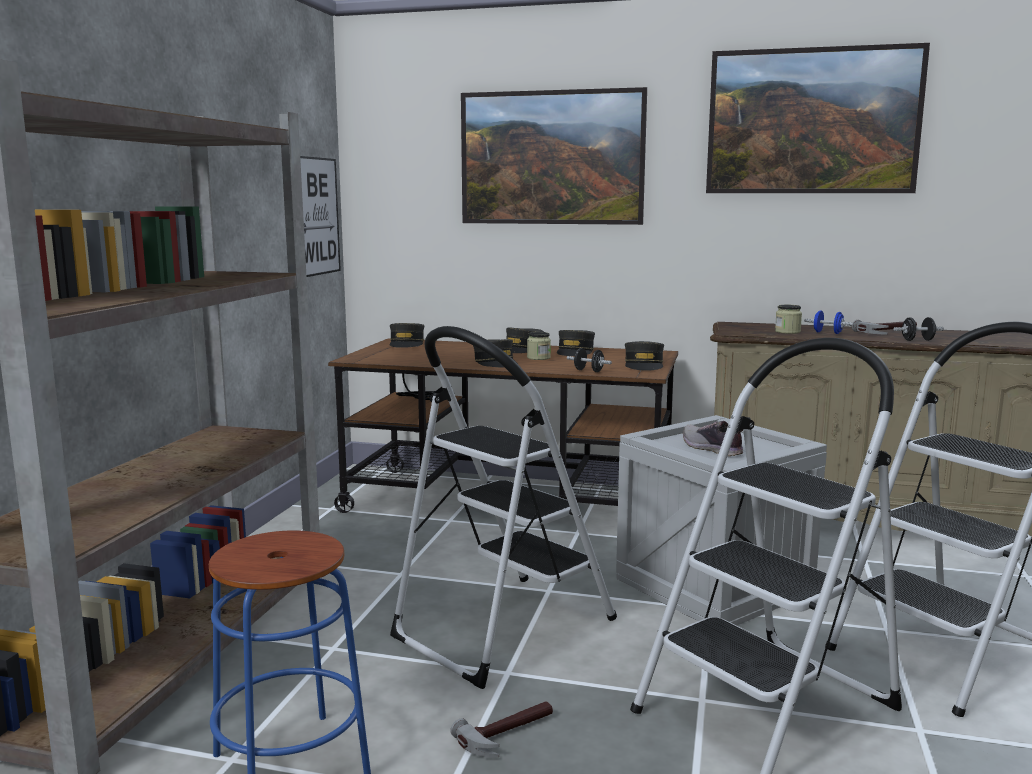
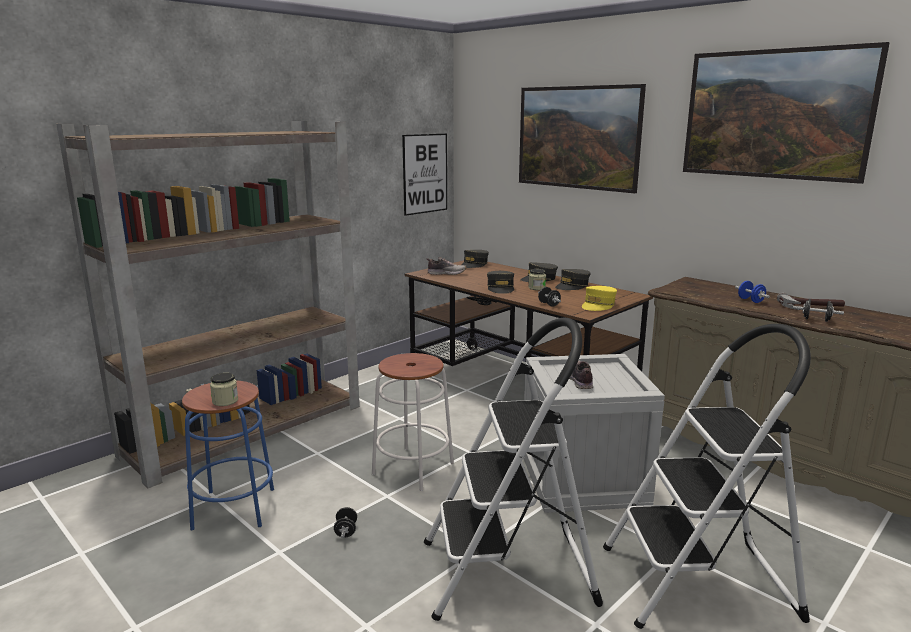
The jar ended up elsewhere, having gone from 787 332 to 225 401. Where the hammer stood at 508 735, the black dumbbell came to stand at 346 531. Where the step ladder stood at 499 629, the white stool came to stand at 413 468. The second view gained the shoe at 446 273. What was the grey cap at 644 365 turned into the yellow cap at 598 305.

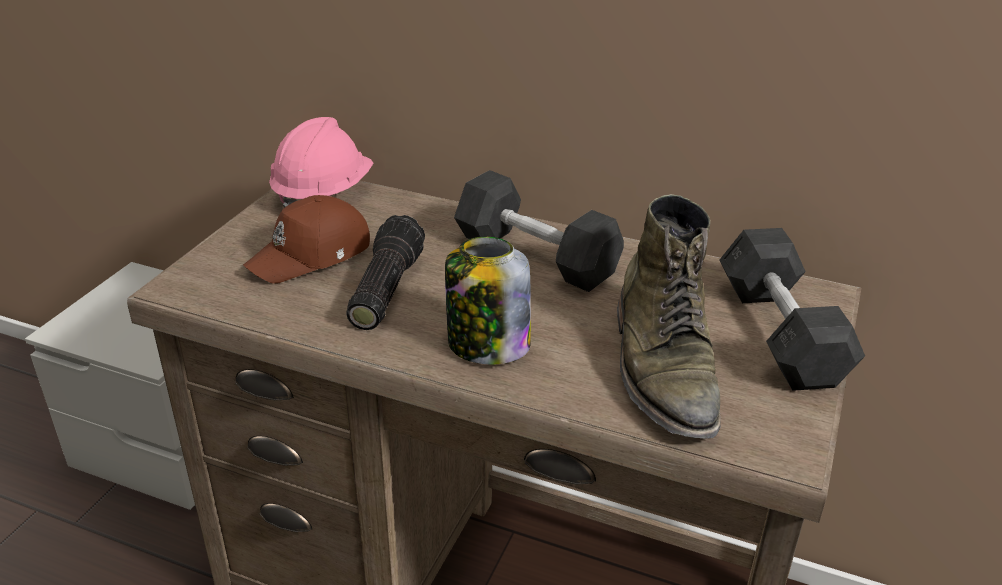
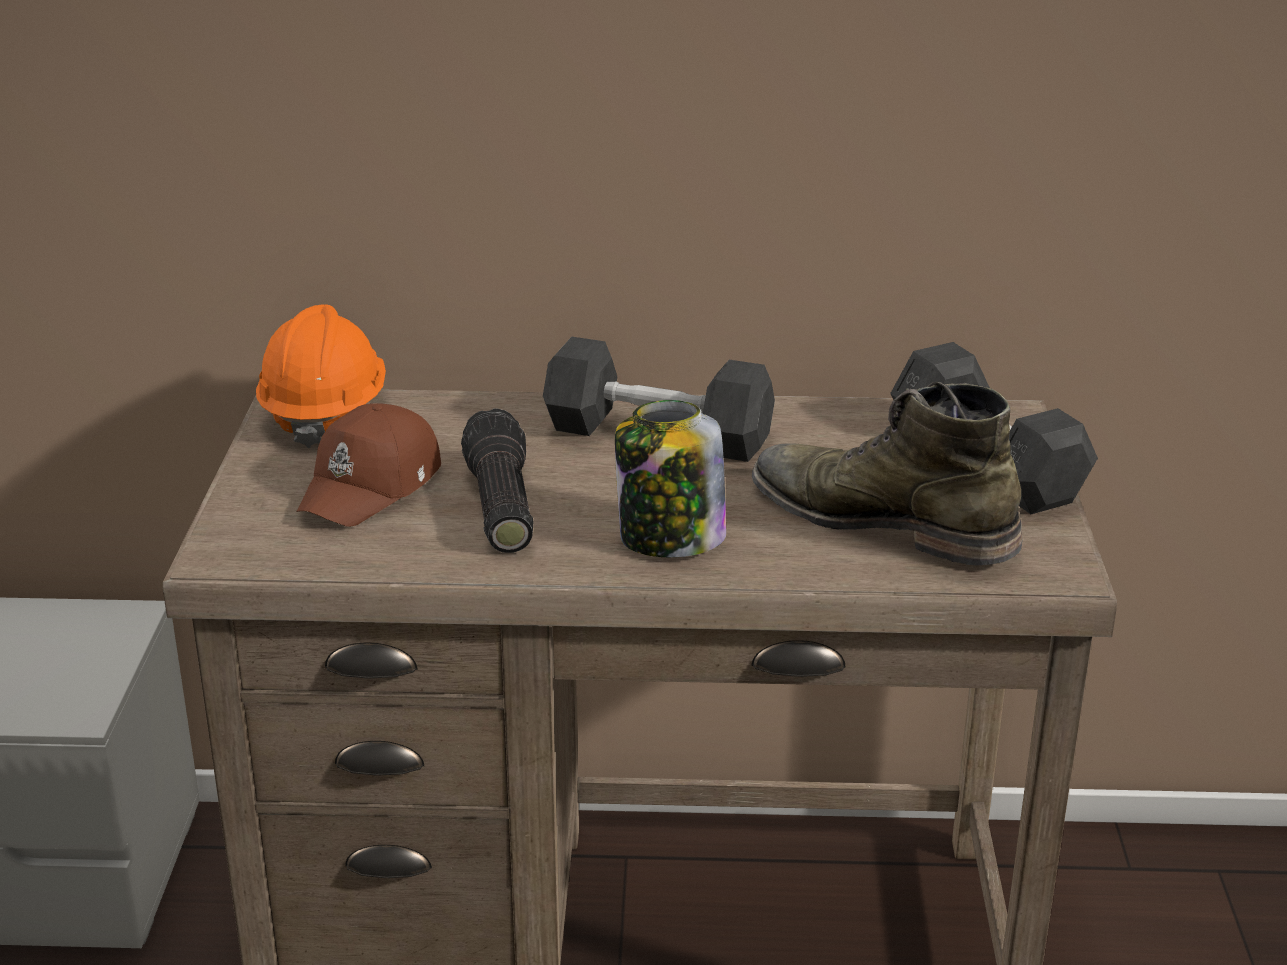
What was the pink hard hat at 323 194 turned into the orange hard hat at 324 413. The green boot at 663 366 ended up facing another way, 150 degrees clockwise from before.

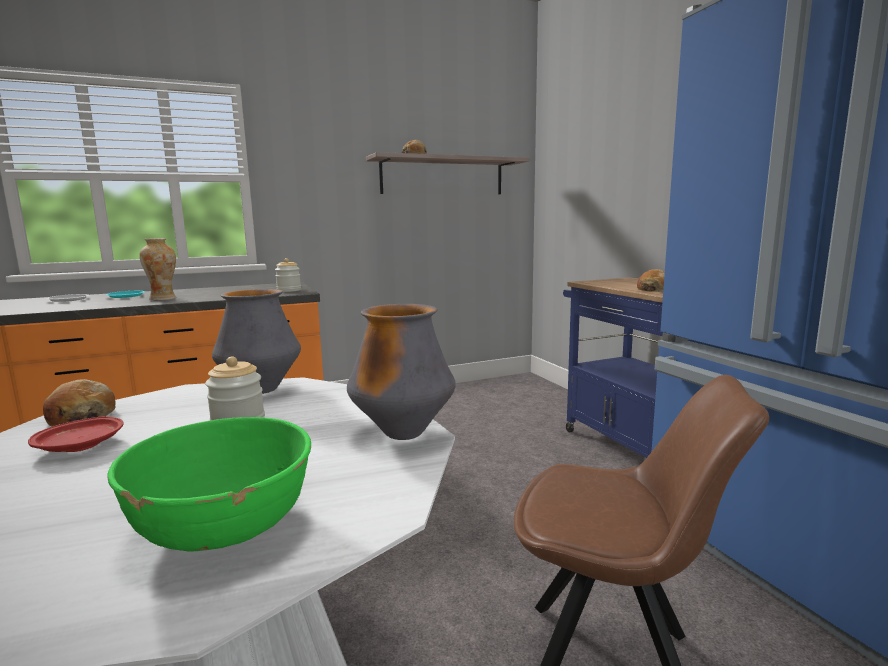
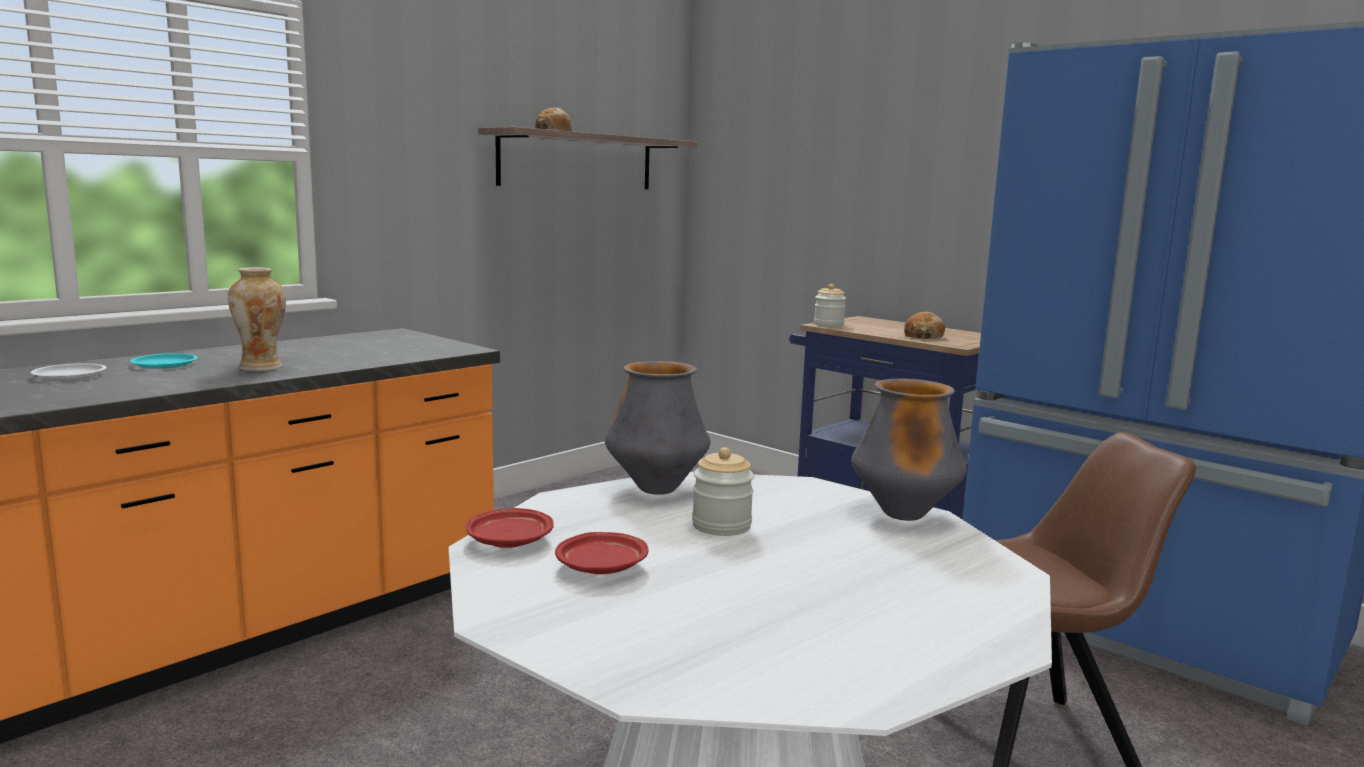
Where the bread stood at 81 416, the red plate came to stand at 509 541. The jar ended up elsewhere, having gone from 289 290 to 828 325. The second view lost the green bowl at 225 527.

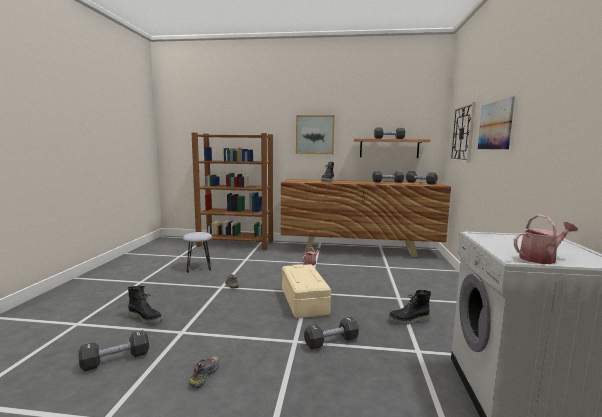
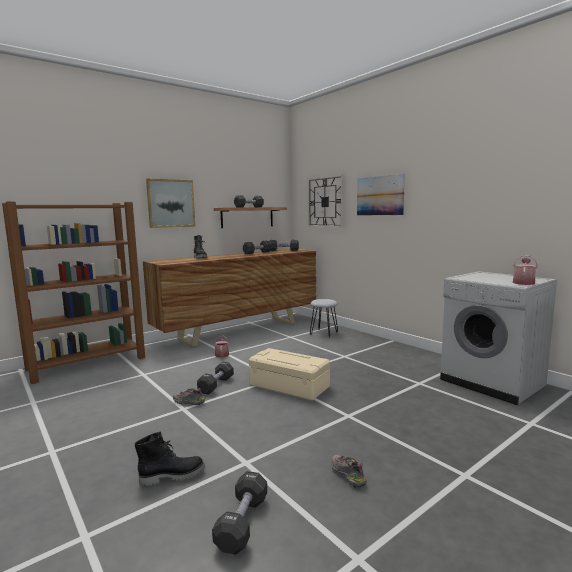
The black dumbbell ended up elsewhere, having gone from 331 341 to 216 385. The grey stool ended up elsewhere, having gone from 198 268 to 324 333. The second view lost the black boot at 409 321.

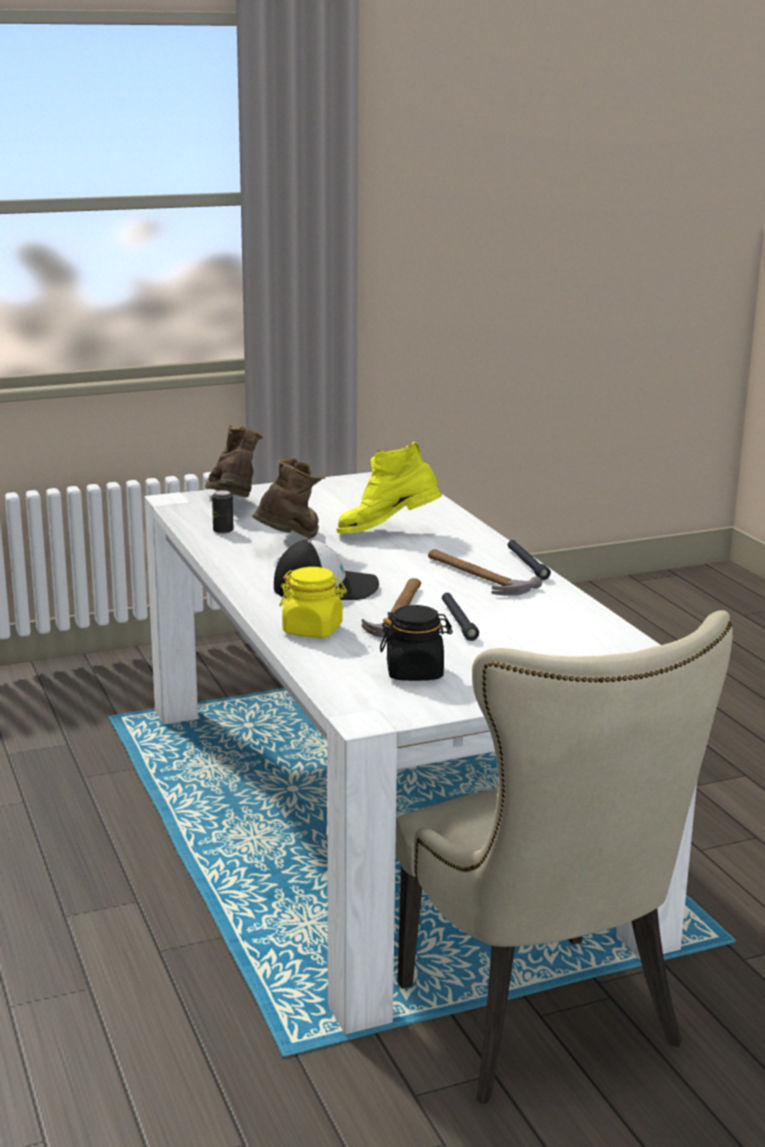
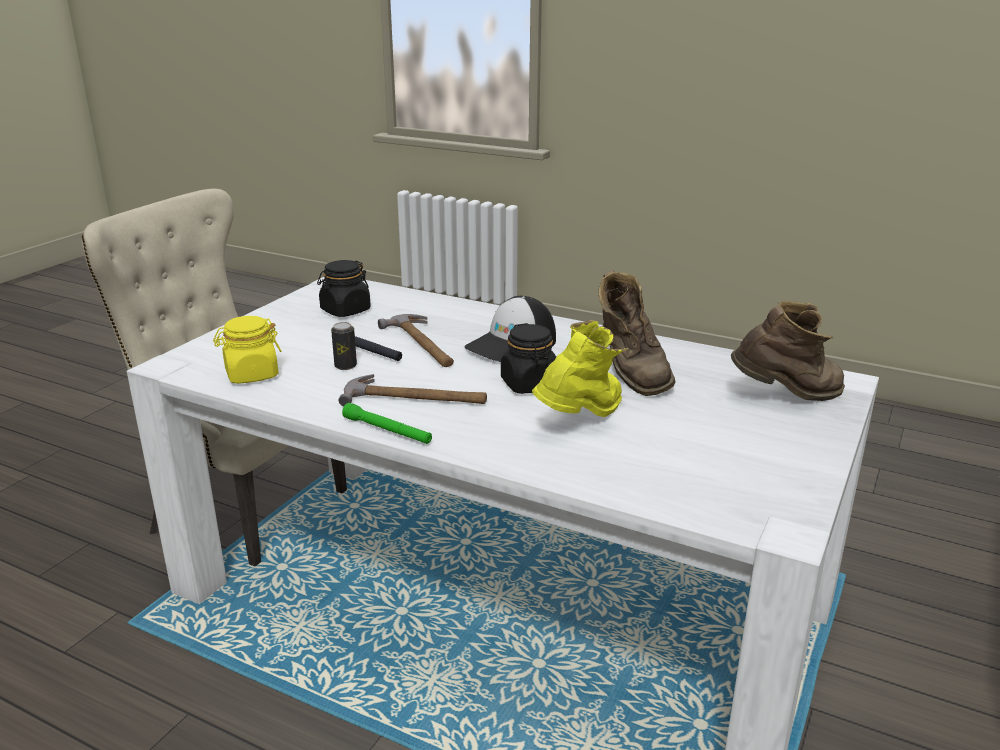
The yellow jar ended up elsewhere, having gone from 313 630 to 251 375. The can ended up elsewhere, having gone from 223 531 to 345 366. What was the black flashlight at 527 564 turned into the green flashlight at 387 431. The second view gained the black jar at 529 384. The brown boot at 233 505 ended up facing another way, 45 degrees counterclockwise from before.

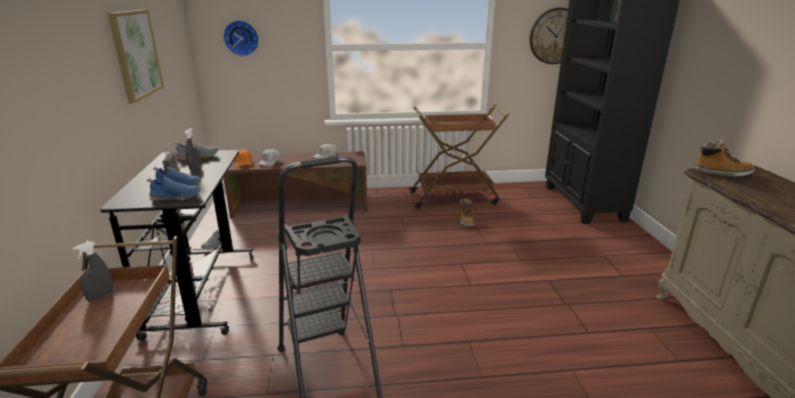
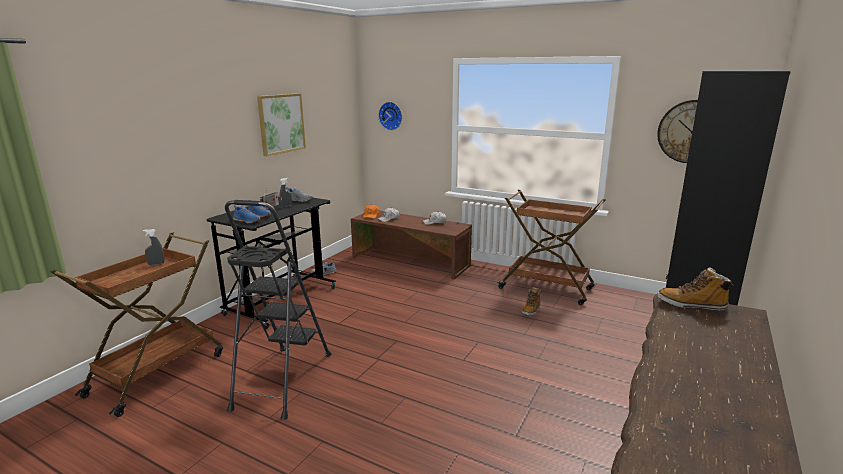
The boot at 721 173 ended up facing another way, 150 degrees clockwise from before.

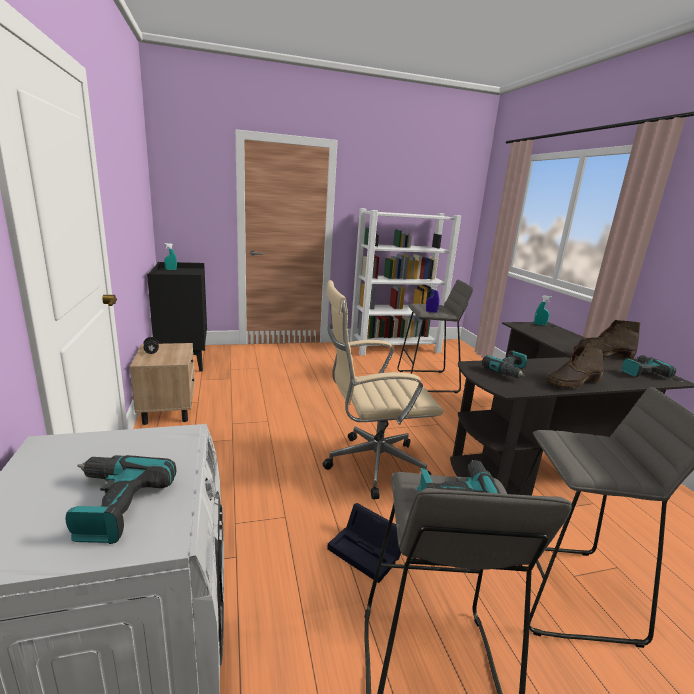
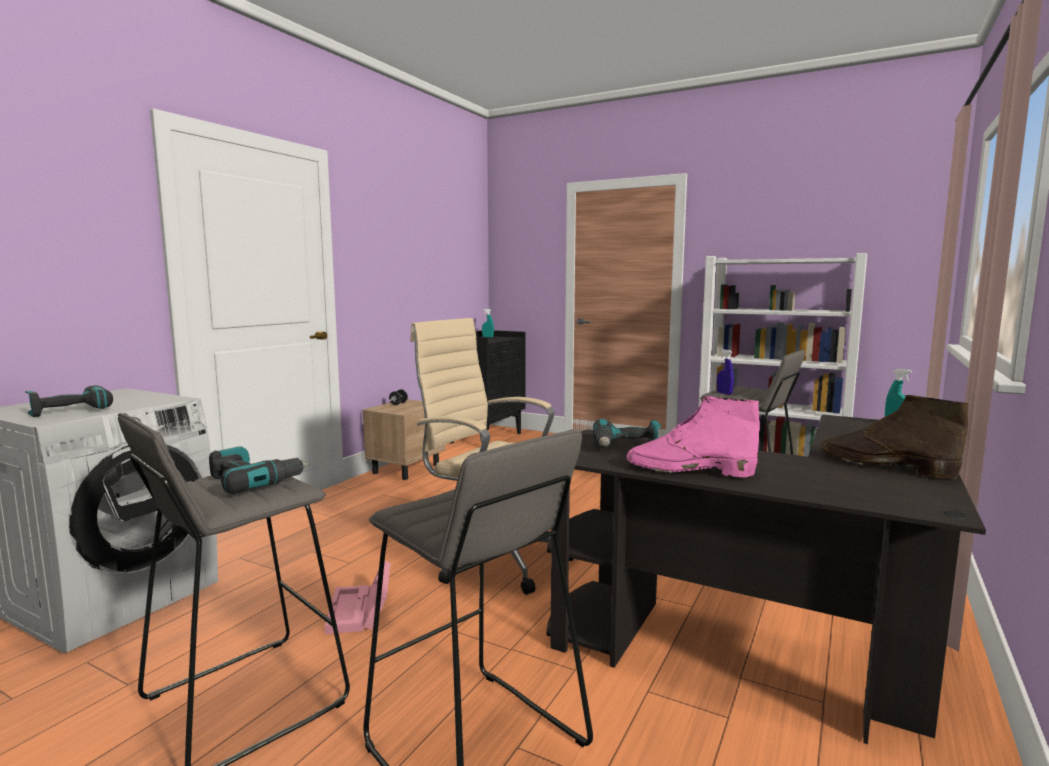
What was the black storage box at 368 551 turned into the pink storage box at 360 612. What was the brown boot at 573 382 turned into the pink boot at 688 470. The second view lost the power drill at 640 372.

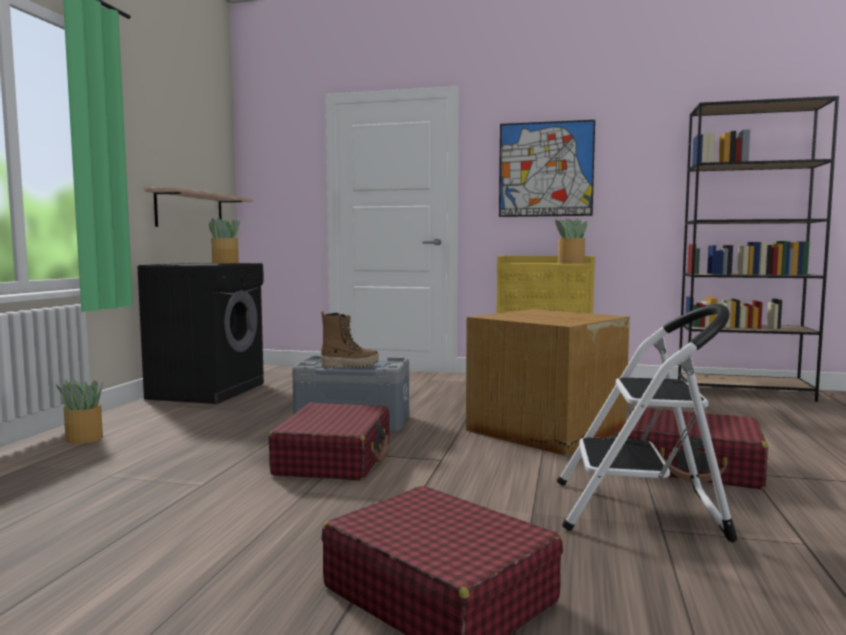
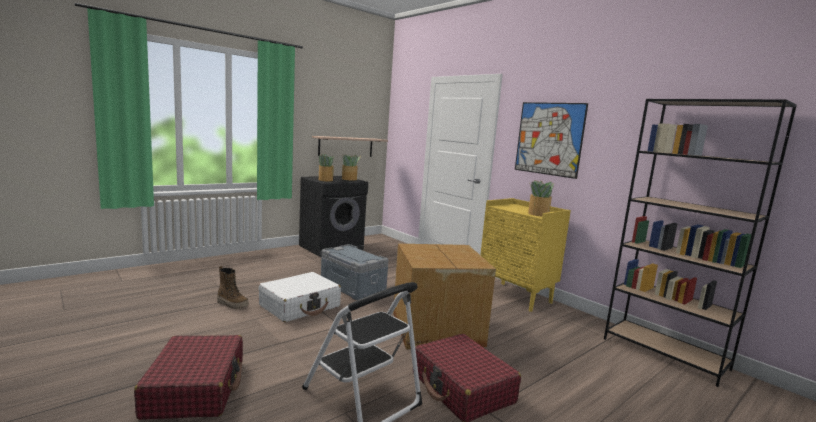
The boot ended up elsewhere, having gone from 350 366 to 232 304. What was the red suitcase at 335 459 turned into the white suitcase at 300 306. The potted plant ended up elsewhere, having gone from 84 439 to 325 180.

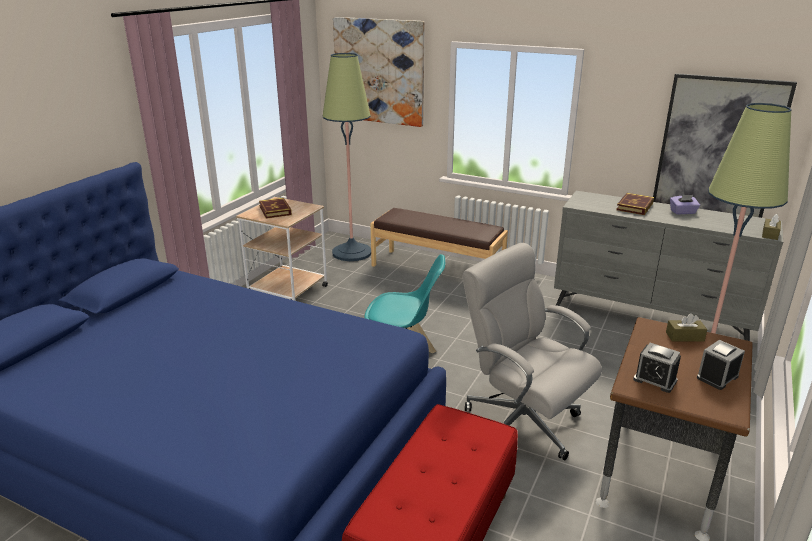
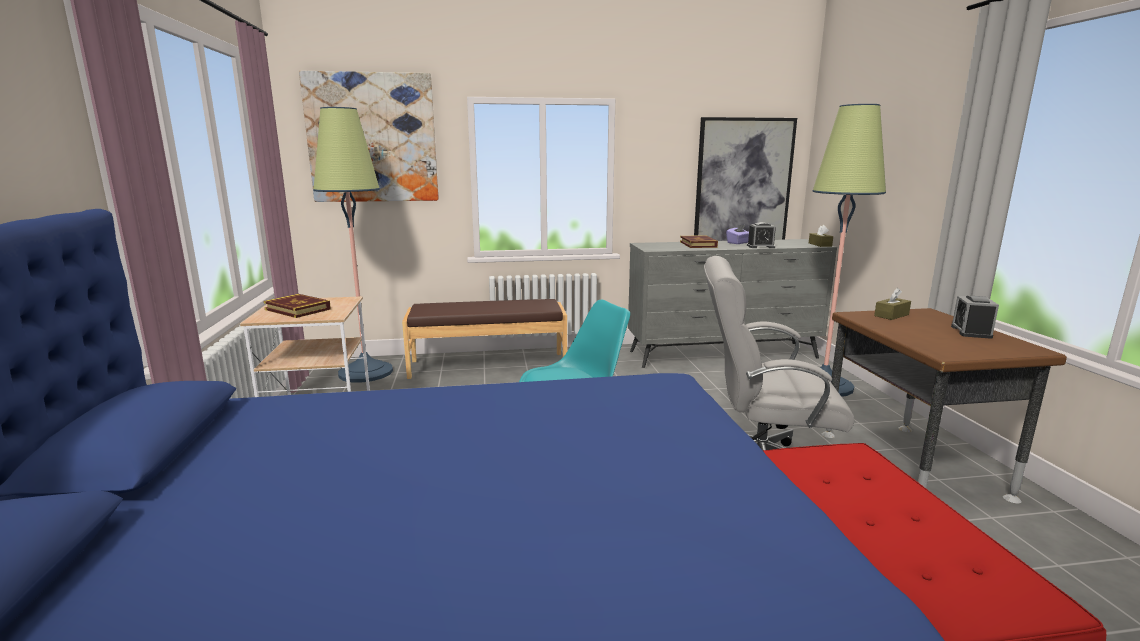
The alarm clock ended up elsewhere, having gone from 655 380 to 760 246.

